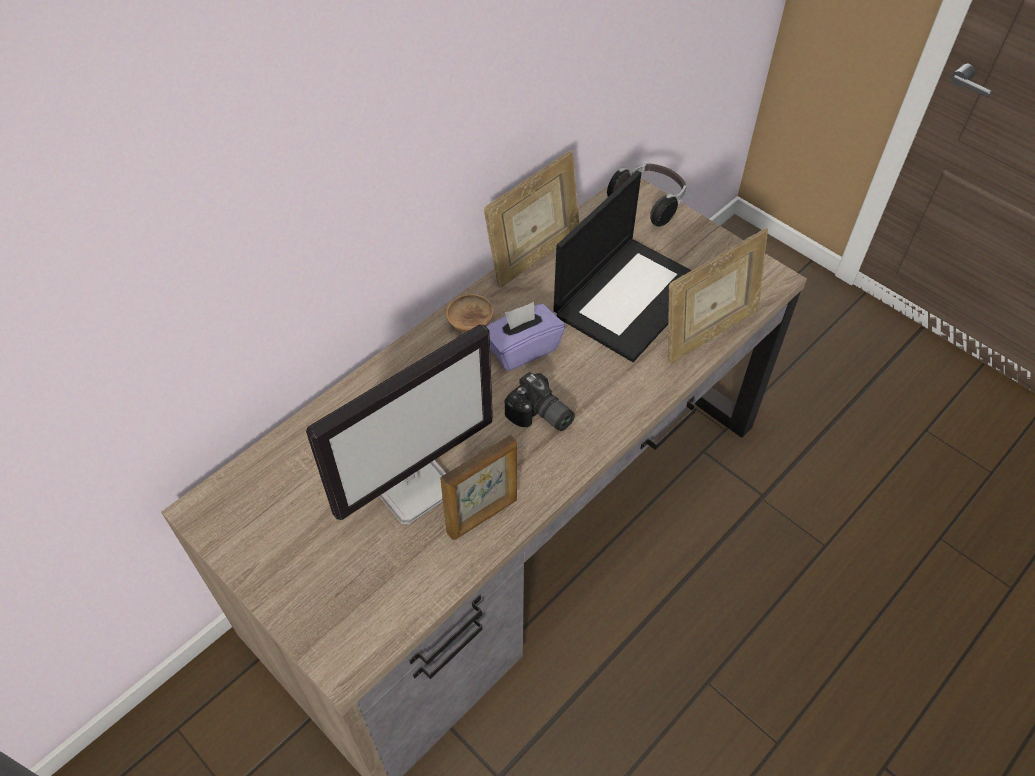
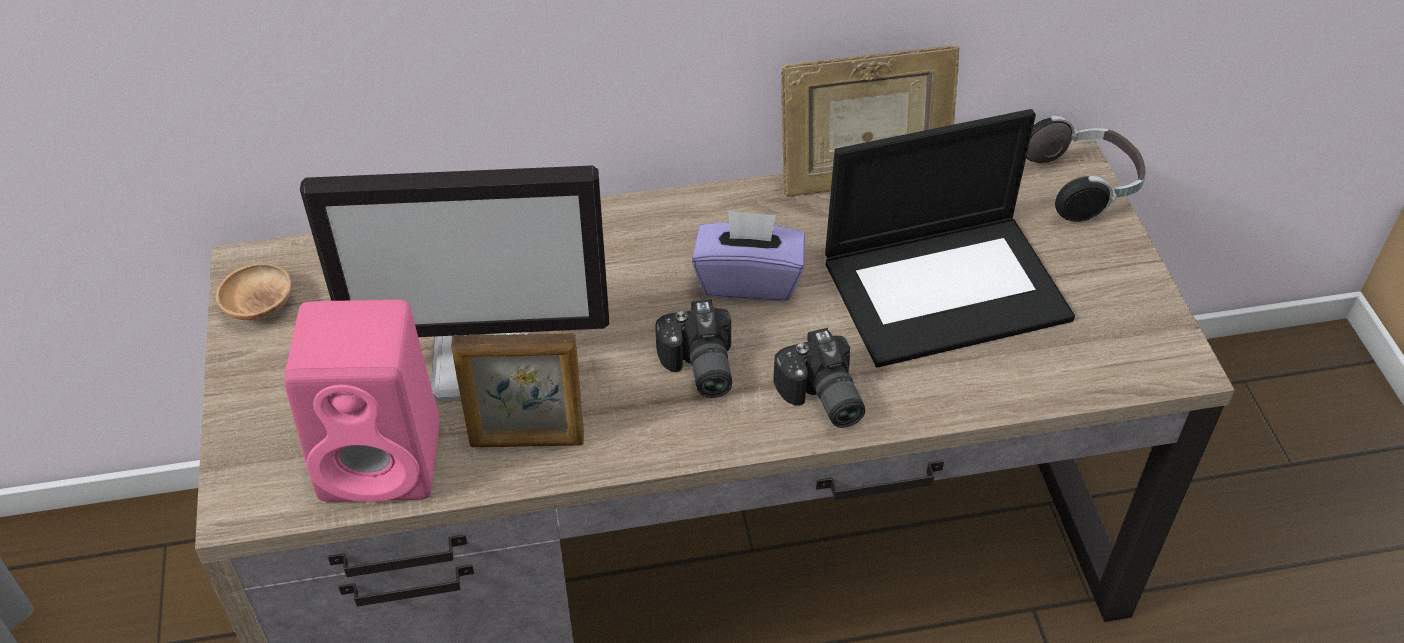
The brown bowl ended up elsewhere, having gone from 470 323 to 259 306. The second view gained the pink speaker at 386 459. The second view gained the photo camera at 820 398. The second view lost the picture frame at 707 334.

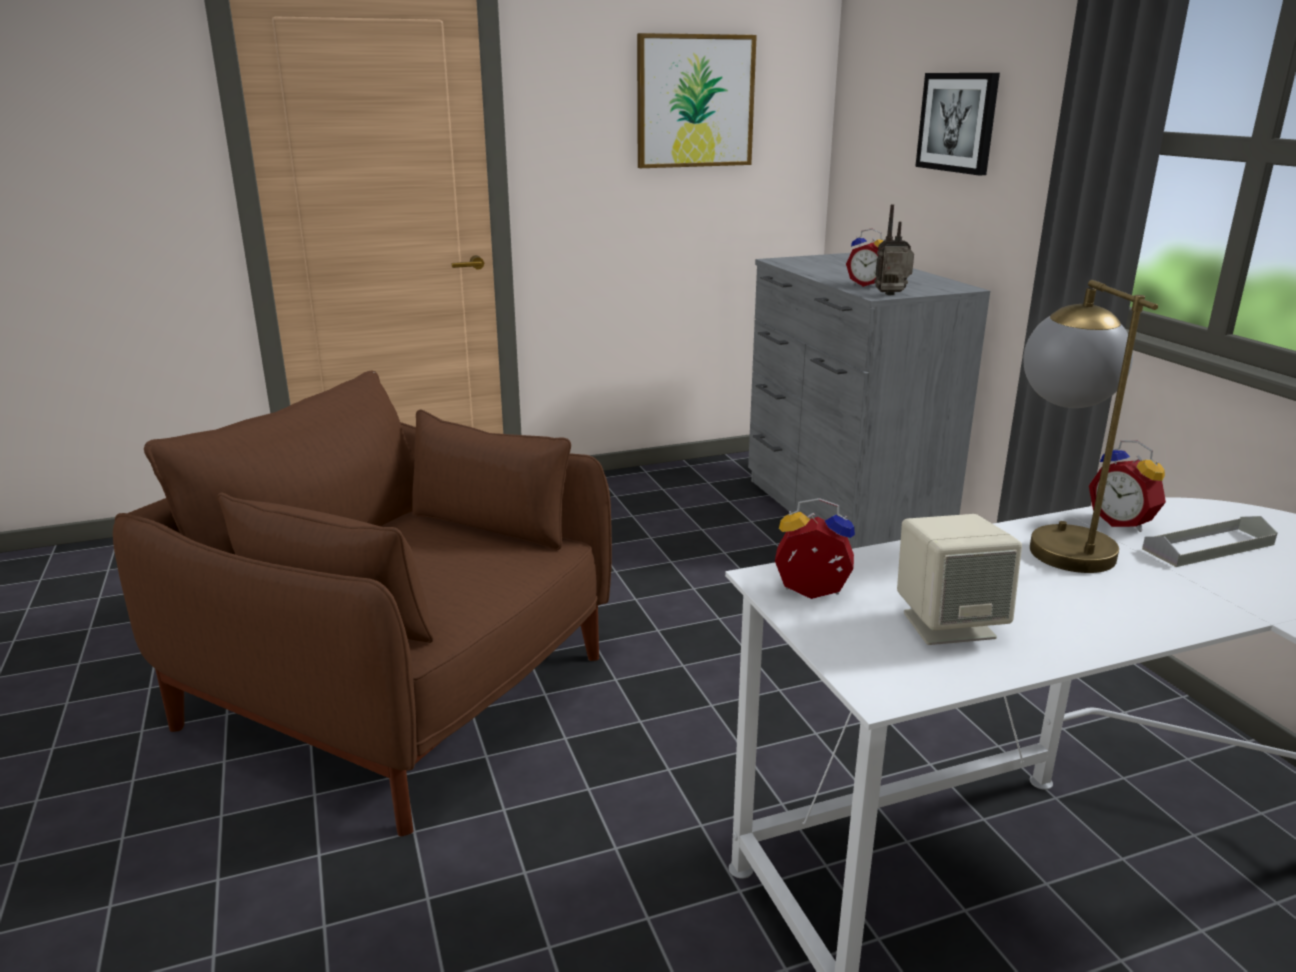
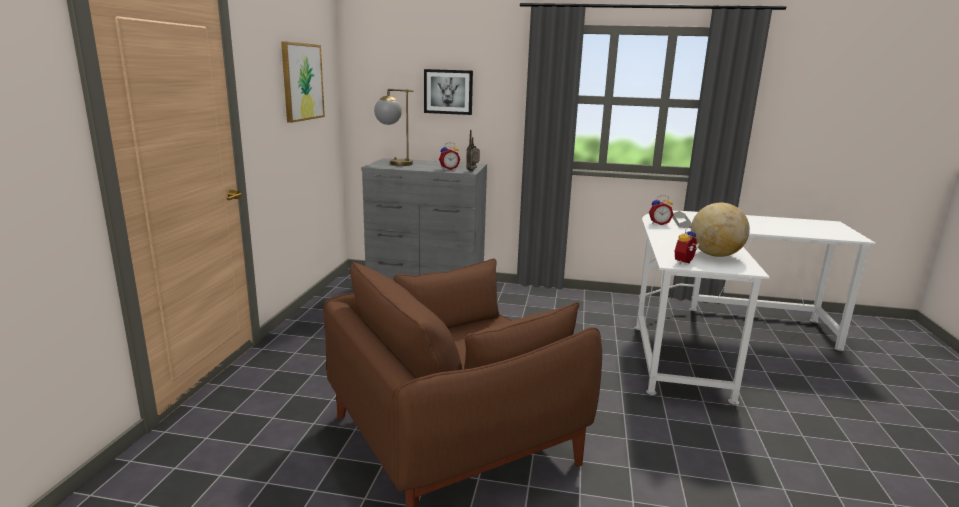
The table lamp ended up elsewhere, having gone from 1056 540 to 394 163. Where the beige speaker stood at 948 624, the globe came to stand at 715 255.

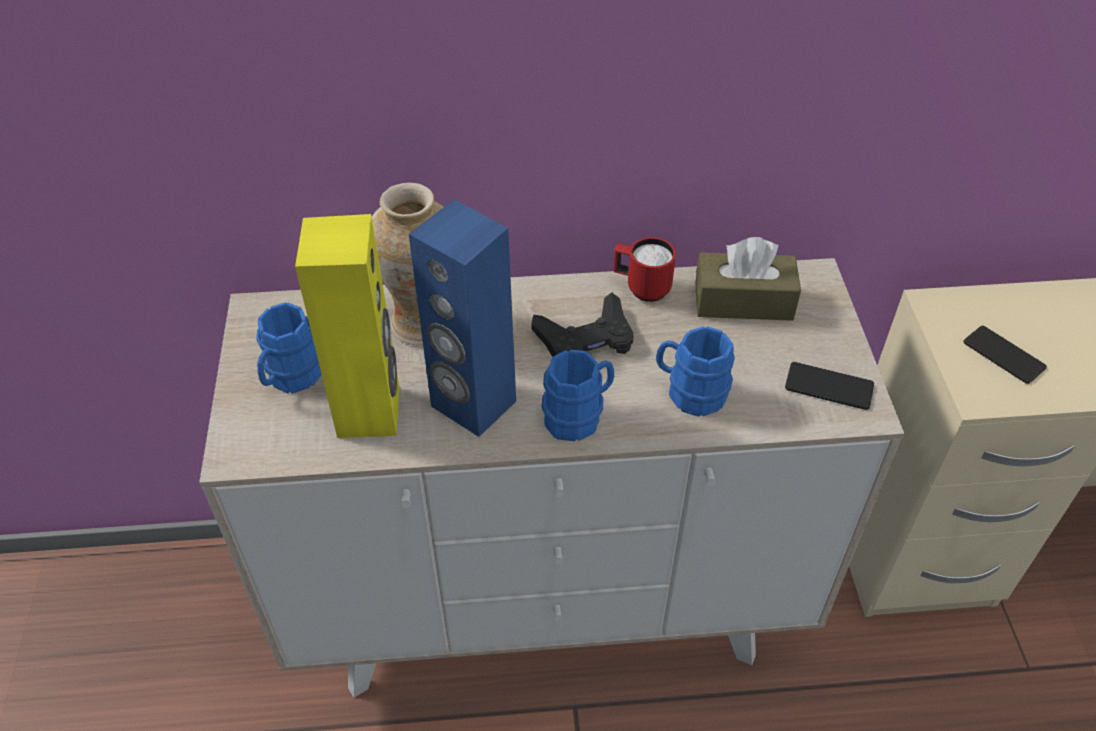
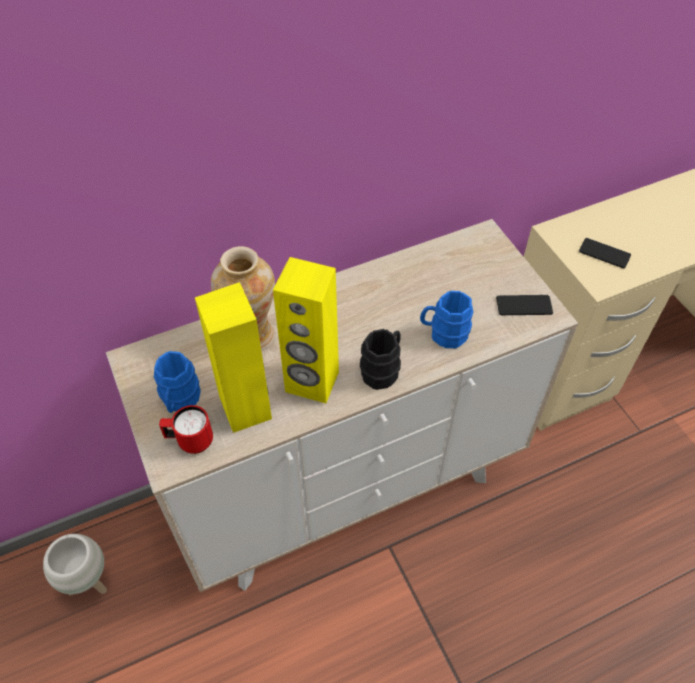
The second view gained the white planter at 89 582. The red mug ended up elsewhere, having gone from 641 288 to 190 441. What was the blue speaker at 472 404 turned into the yellow speaker at 312 382. What was the blue mug at 579 415 turned into the black mug at 383 369. The second view lost the black game controller at 586 339. The second view lost the brown tissue box at 743 301.

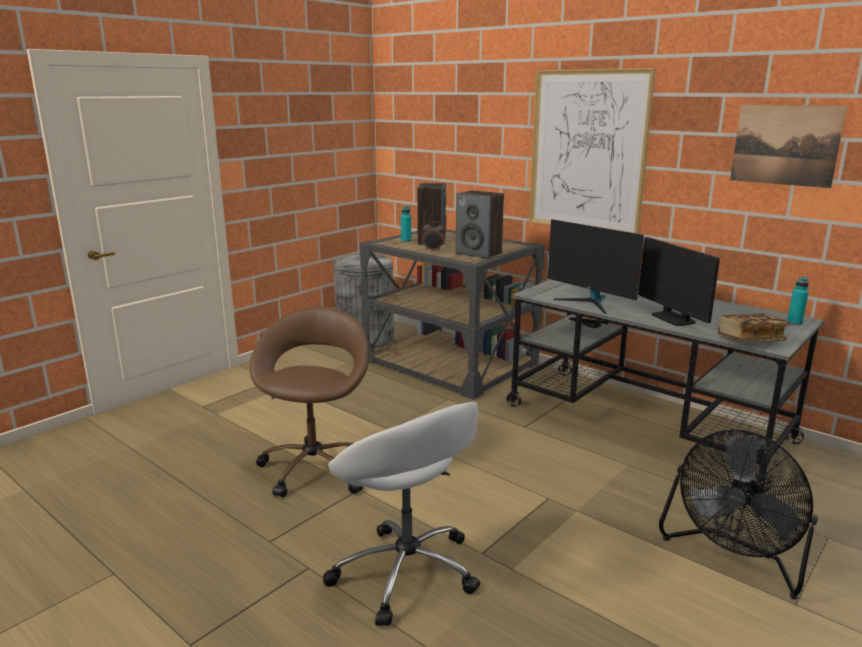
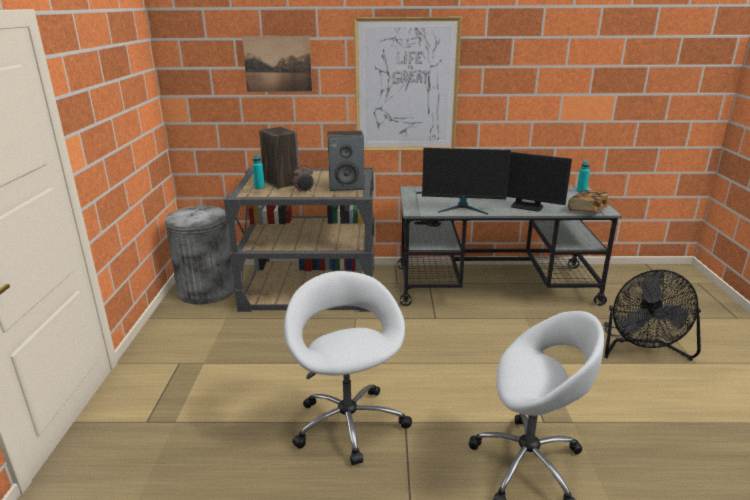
The picture ended up elsewhere, having gone from 785 145 to 277 64. What was the brown office chair at 317 468 turned into the white office chair at 348 423.

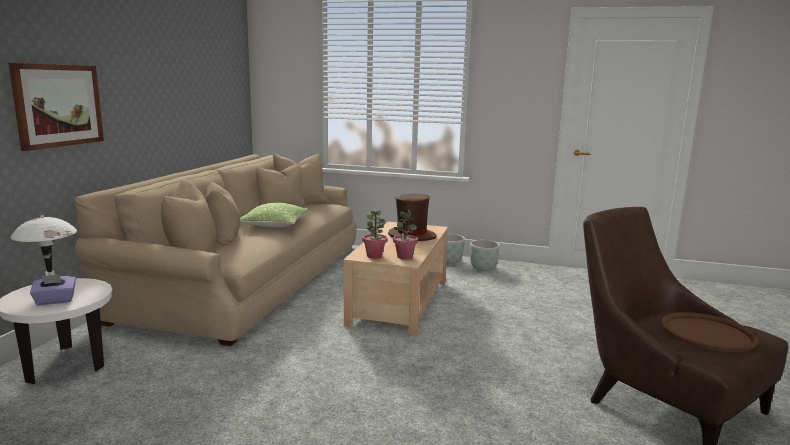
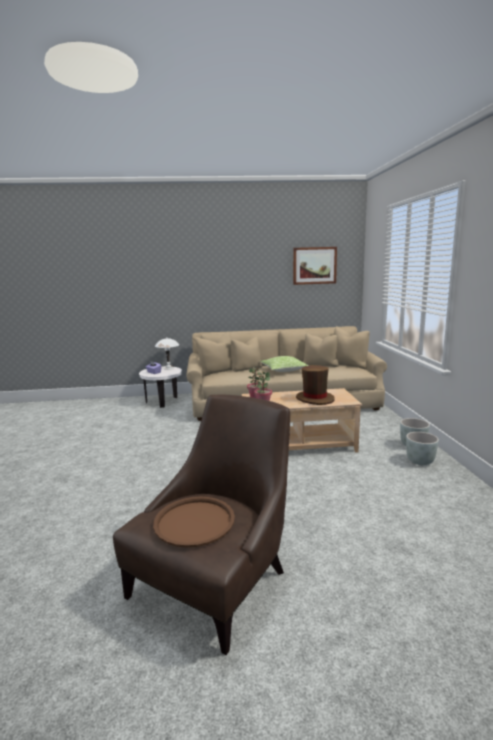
The picture ended up elsewhere, having gone from 58 105 to 314 265.

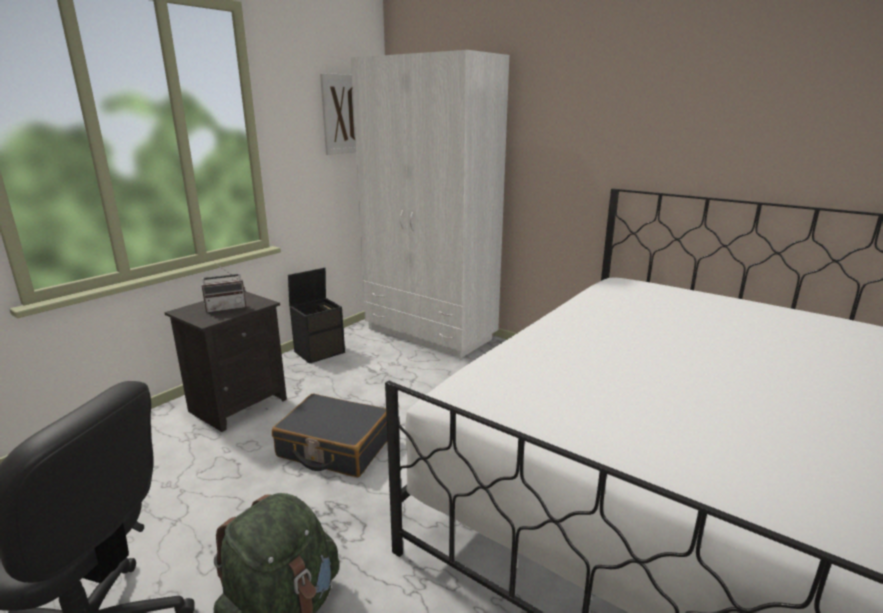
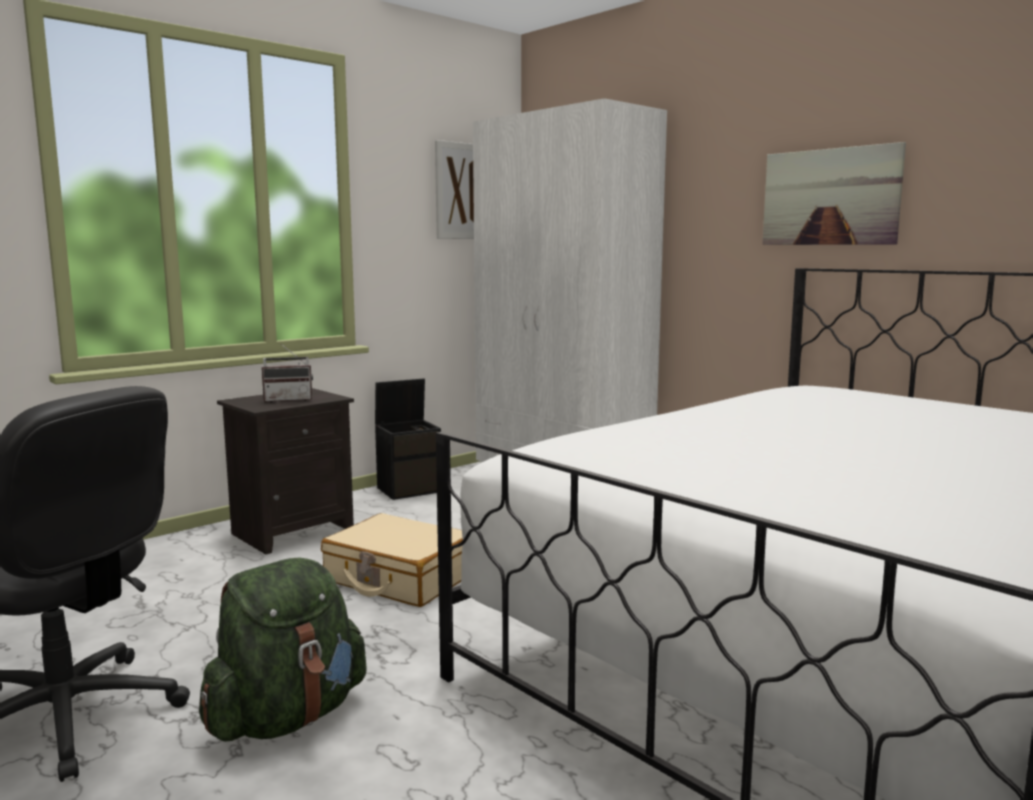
What was the black suitcase at 334 447 turned into the beige suitcase at 399 578. The second view gained the picture at 830 197.

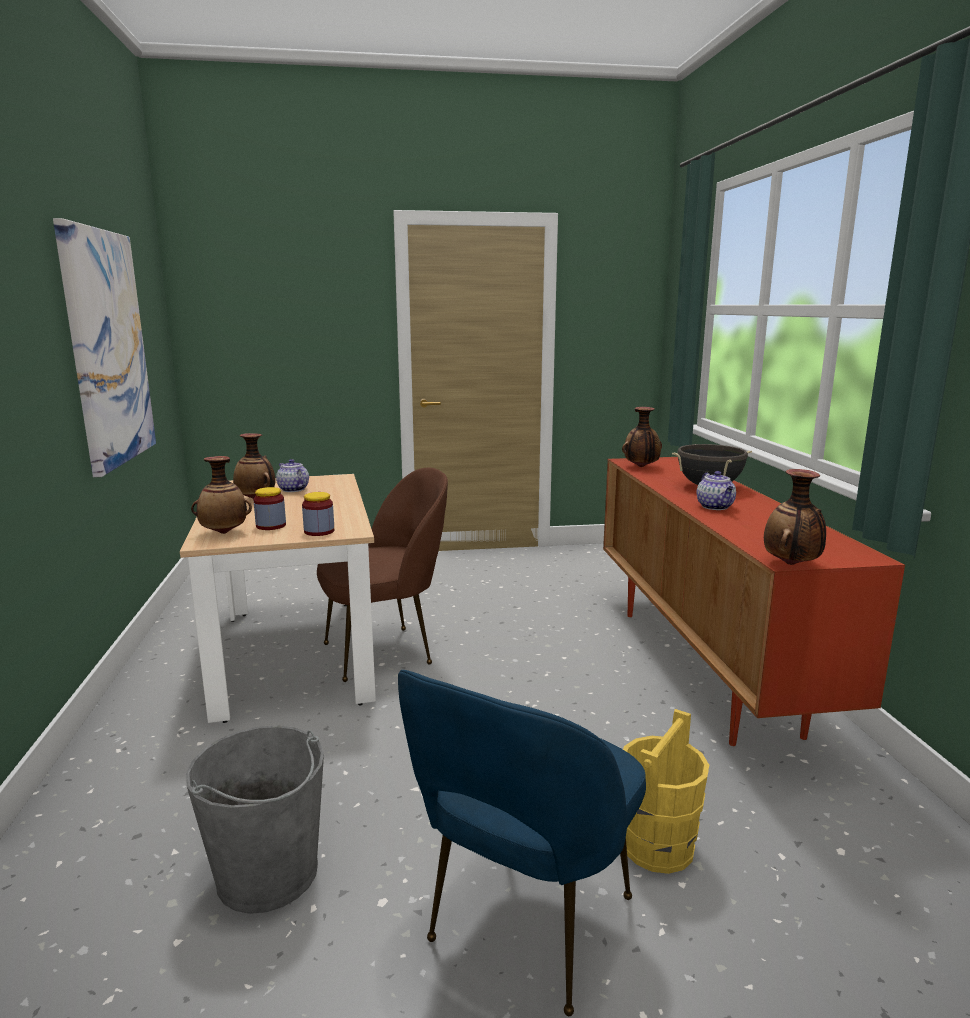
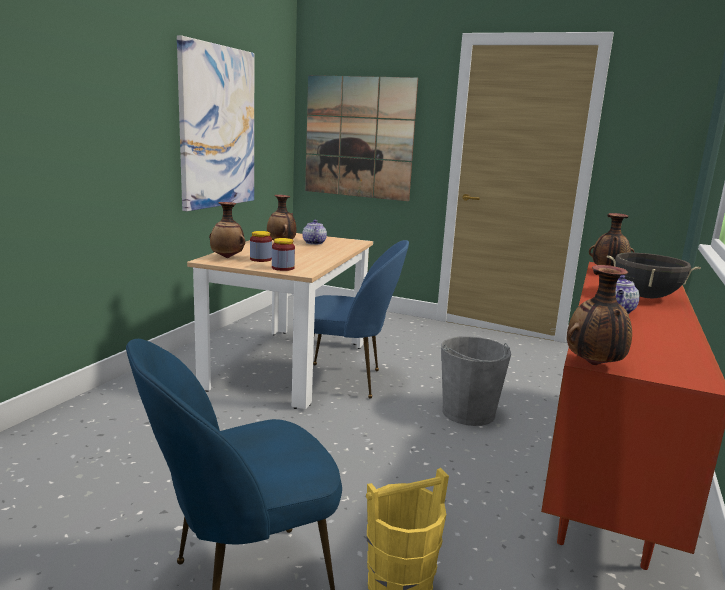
The second view gained the picture at 358 137. What was the brown chair at 386 652 turned into the blue chair at 349 381. The grey bucket ended up elsewhere, having gone from 268 874 to 468 413.

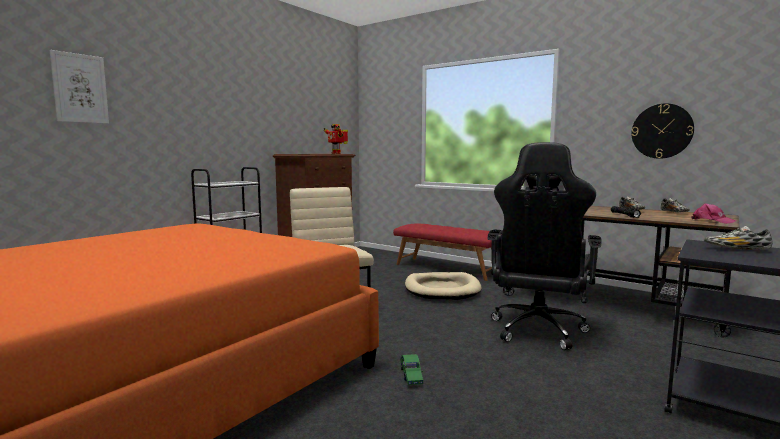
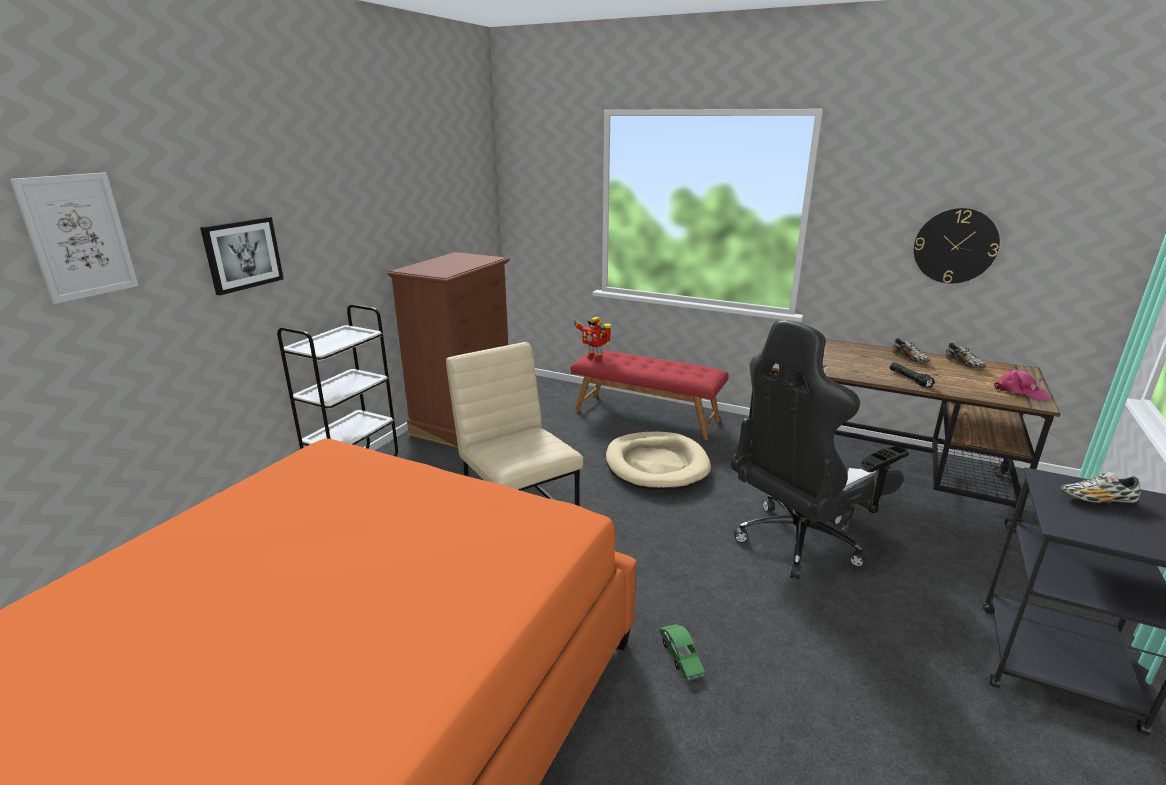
The second view gained the picture at 242 254. The toy robot ended up elsewhere, having gone from 336 153 to 594 358. The black office chair at 537 328 ended up facing another way, 45 degrees clockwise from before.

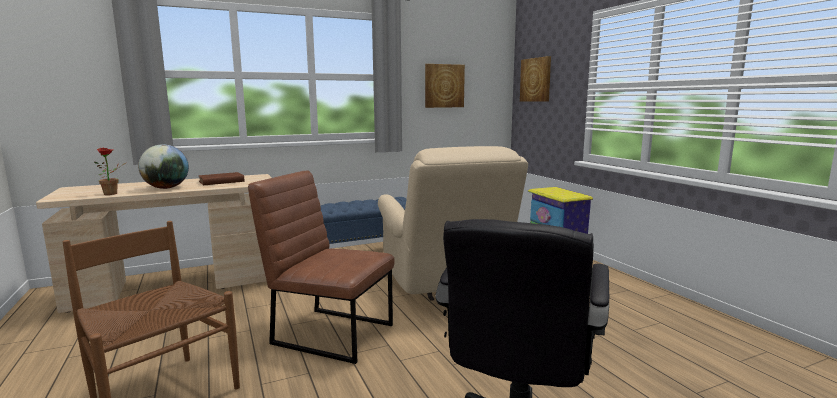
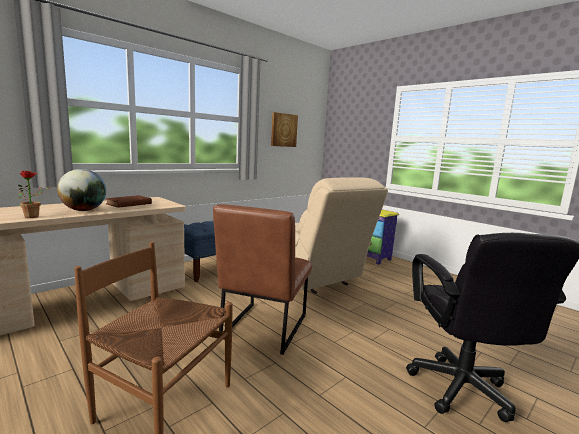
The brown chair at 330 333 ended up facing another way, 75 degrees counterclockwise from before. The second view lost the picture at 536 80.

